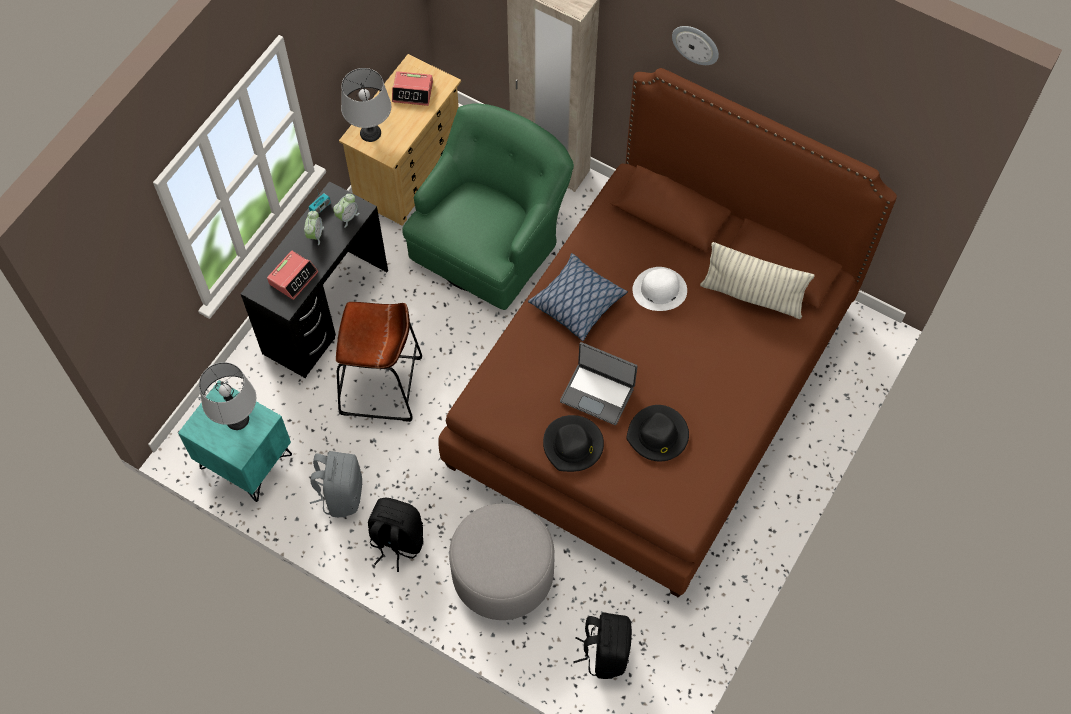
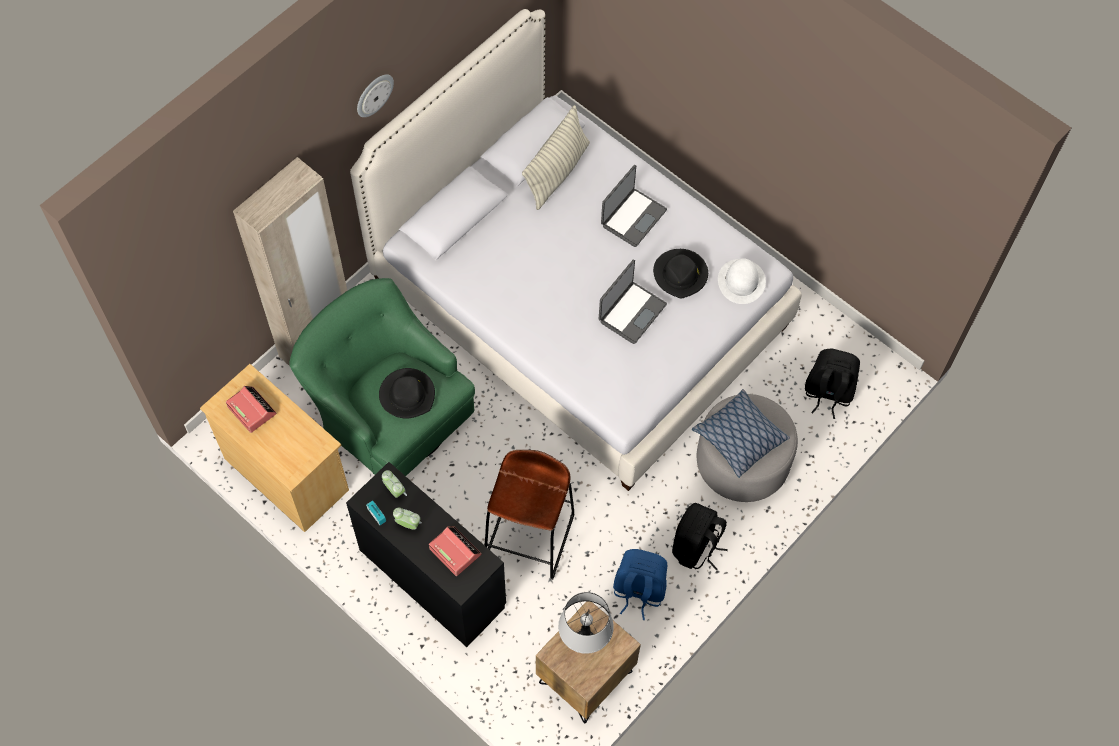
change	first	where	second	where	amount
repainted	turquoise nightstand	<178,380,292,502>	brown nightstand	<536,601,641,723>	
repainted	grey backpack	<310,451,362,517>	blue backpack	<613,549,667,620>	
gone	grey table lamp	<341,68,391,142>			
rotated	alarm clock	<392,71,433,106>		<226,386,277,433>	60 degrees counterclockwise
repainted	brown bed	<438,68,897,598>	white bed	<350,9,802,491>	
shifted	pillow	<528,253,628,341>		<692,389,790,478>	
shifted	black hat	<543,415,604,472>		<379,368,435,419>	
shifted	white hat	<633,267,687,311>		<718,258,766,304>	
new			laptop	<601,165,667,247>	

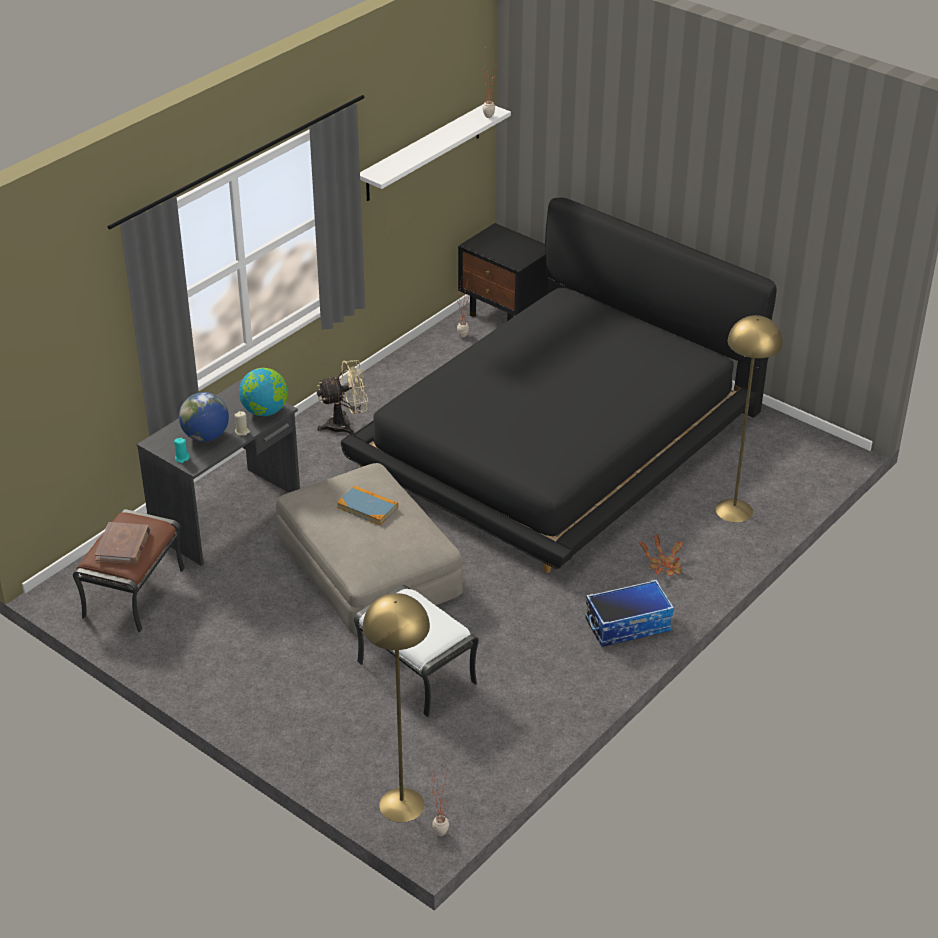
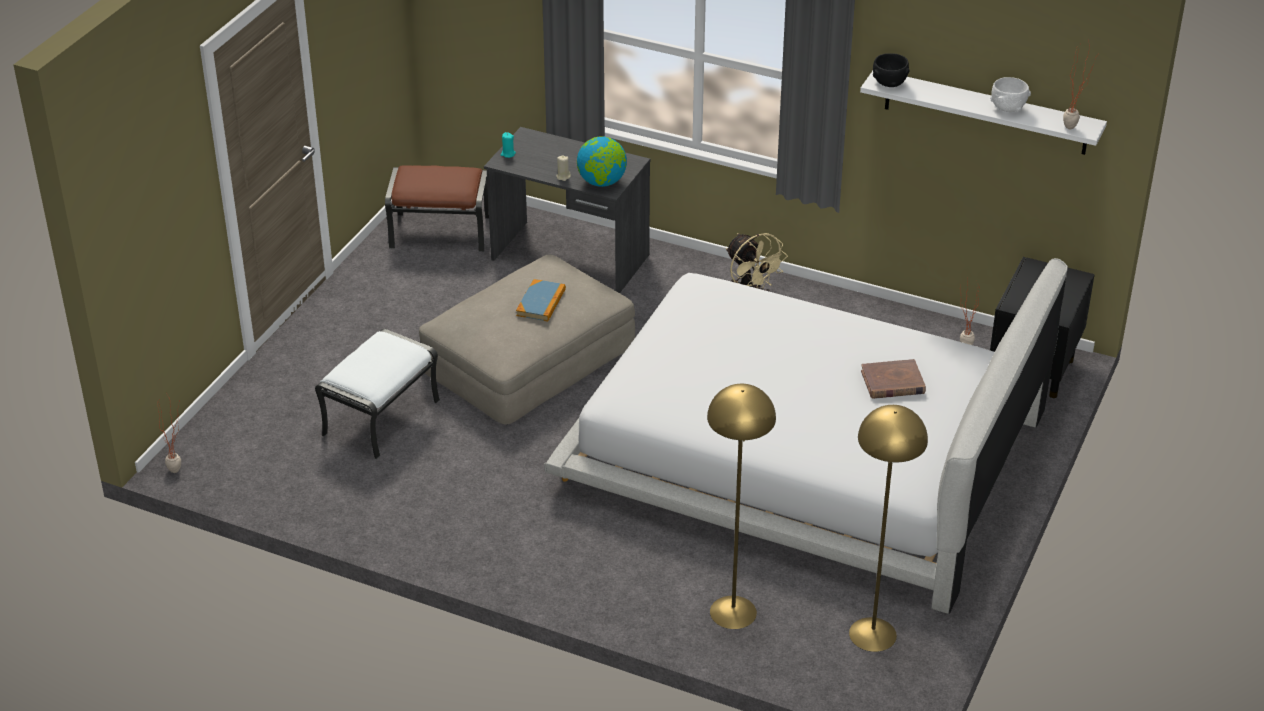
change	first	where	second	where	amount
shifted	brown book	<95,522,150,564>		<861,359,926,399>	
gone	globe	<179,392,229,442>			
repainted	black bed	<341,198,777,573>	white bed	<544,258,1068,613>	
shifted	yellow floor lamp	<363,593,430,822>		<849,405,928,652>	
gone	storage box	<585,579,674,647>			
gone	potted plant	<639,534,683,576>			
new			black bowl	<873,53,910,87>	
new			white bowl	<990,77,1031,112>	

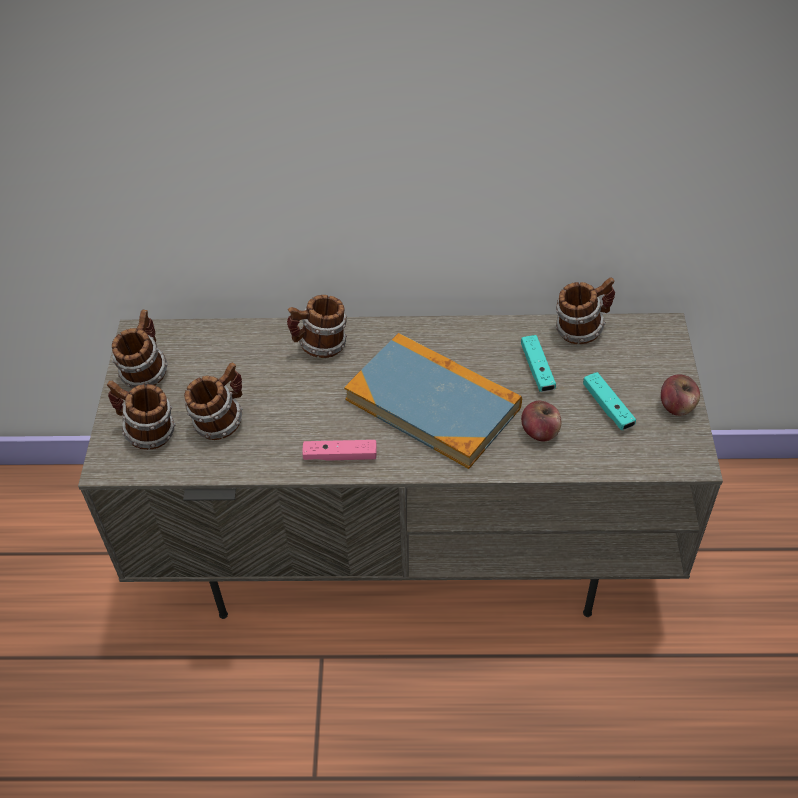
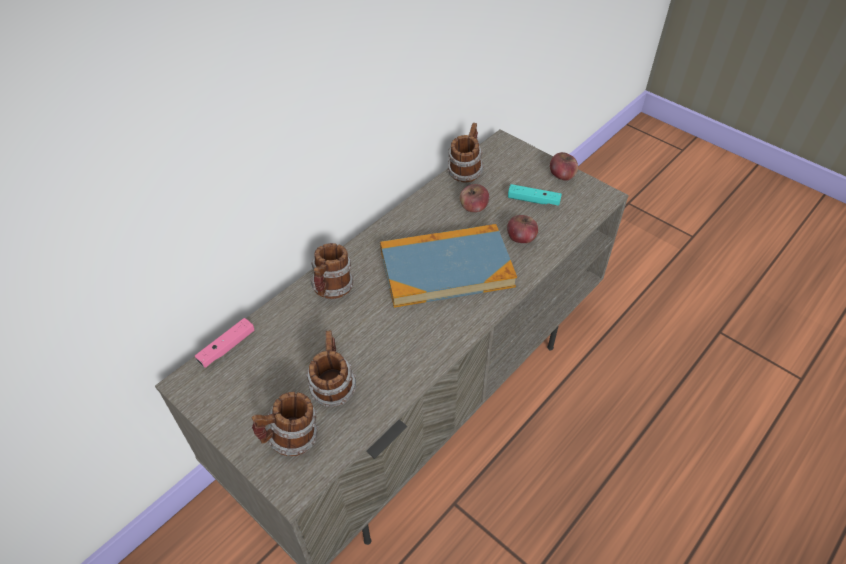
change	first	where	second	where	amount
gone	mug	<112,310,168,388>			
shifted	pink game controller	<302,440,377,461>		<195,318,254,368>	
swapped	turquoise game controller	<521,335,556,392>	apple	<460,184,489,212>	

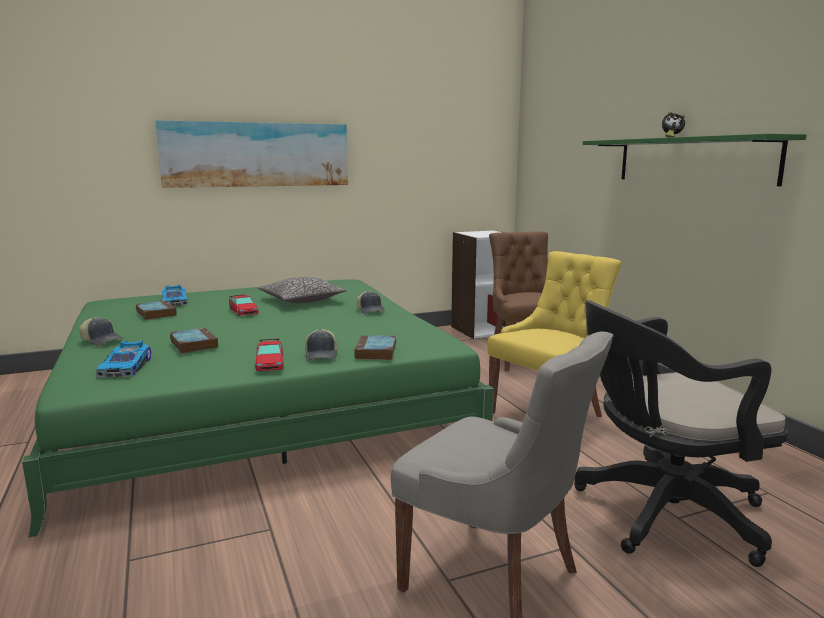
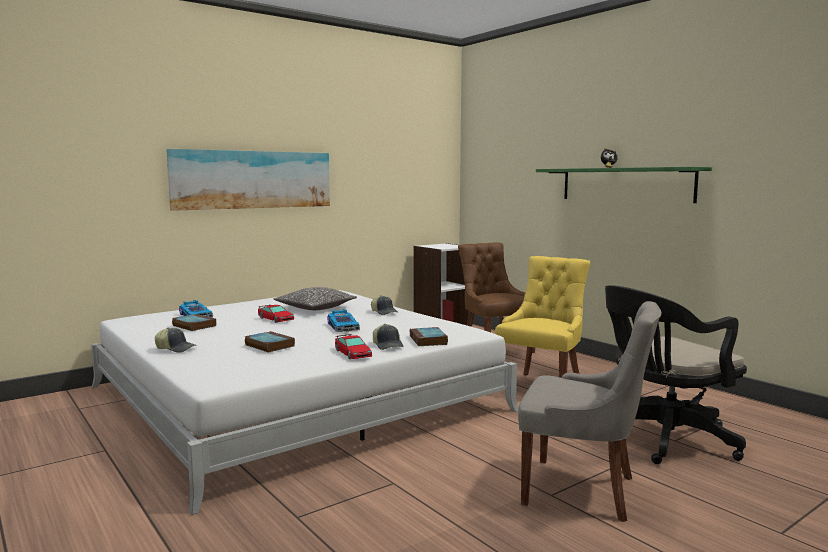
change	first	where	second	where	amount
repainted	green bed	<22,279,494,538>	white bed	<91,290,519,515>	
shifted	toy car	<96,340,151,378>		<327,309,360,332>	

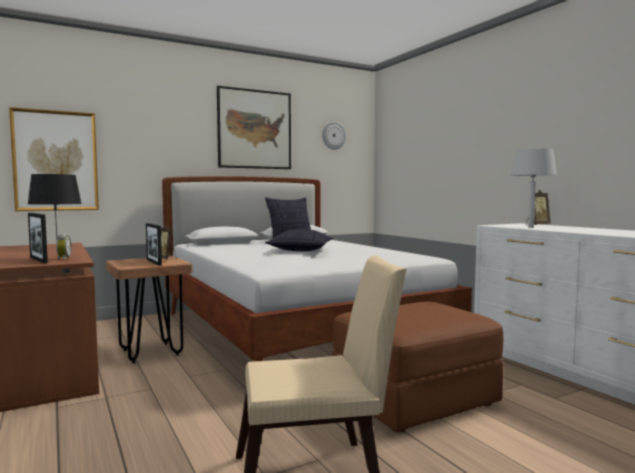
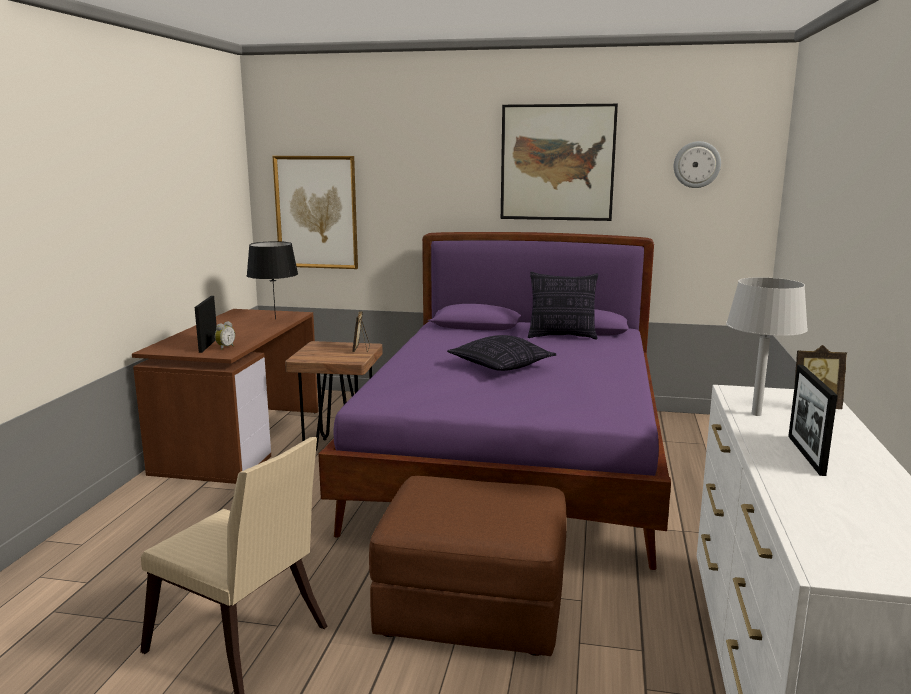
change	first	where	second	where	amount
shifted	picture frame	<146,223,162,265>		<788,365,838,476>	
repainted	white bed	<162,176,472,361>	purple bed	<318,232,671,570>	

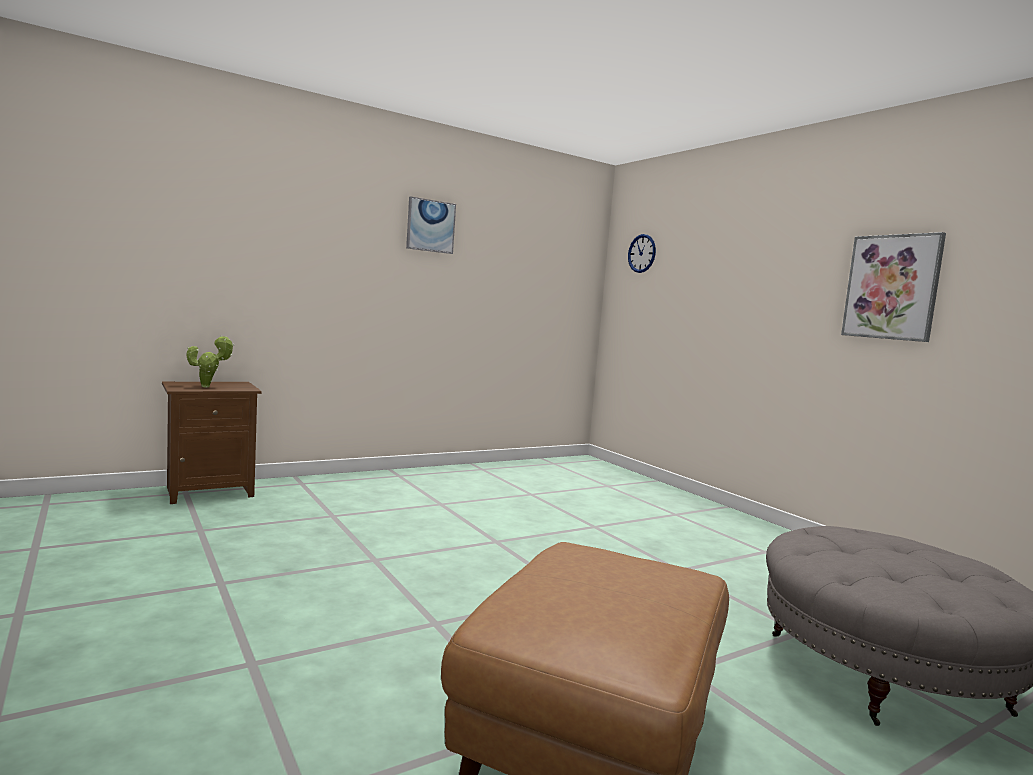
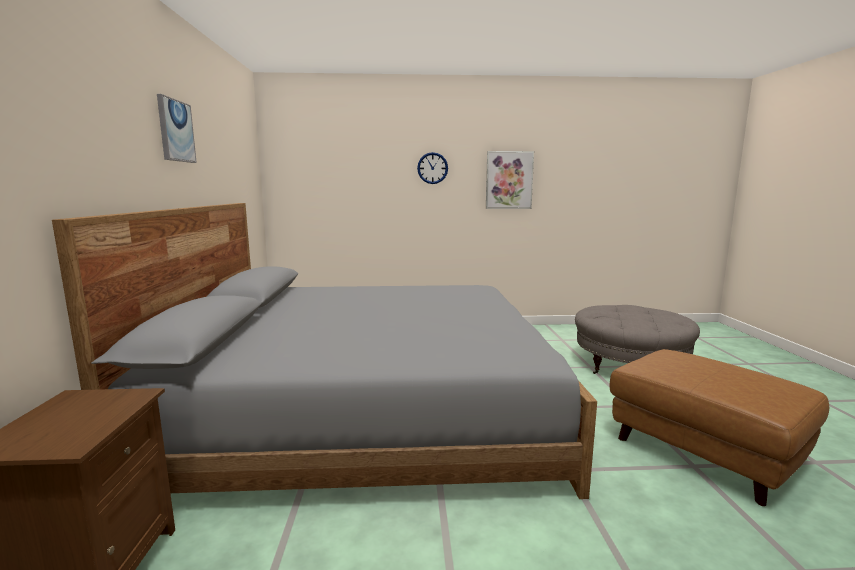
change	first	where	second	where	amount
gone	potted plant	<187,335,234,387>			
shifted	wall clock	<628,234,656,273>		<417,152,448,184>	
new			grey bed	<52,203,597,499>	

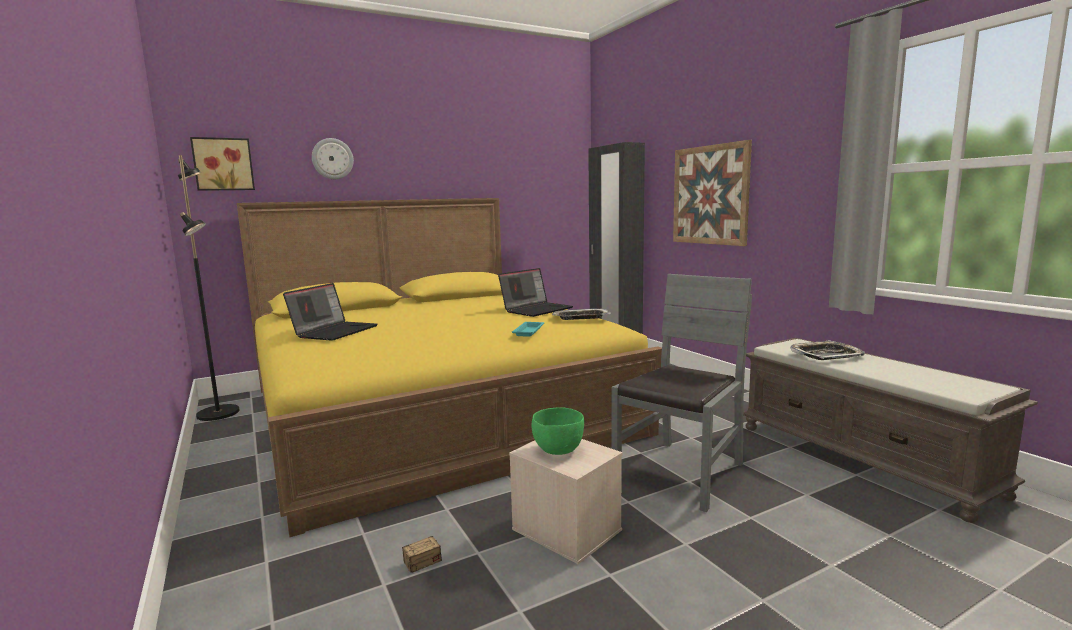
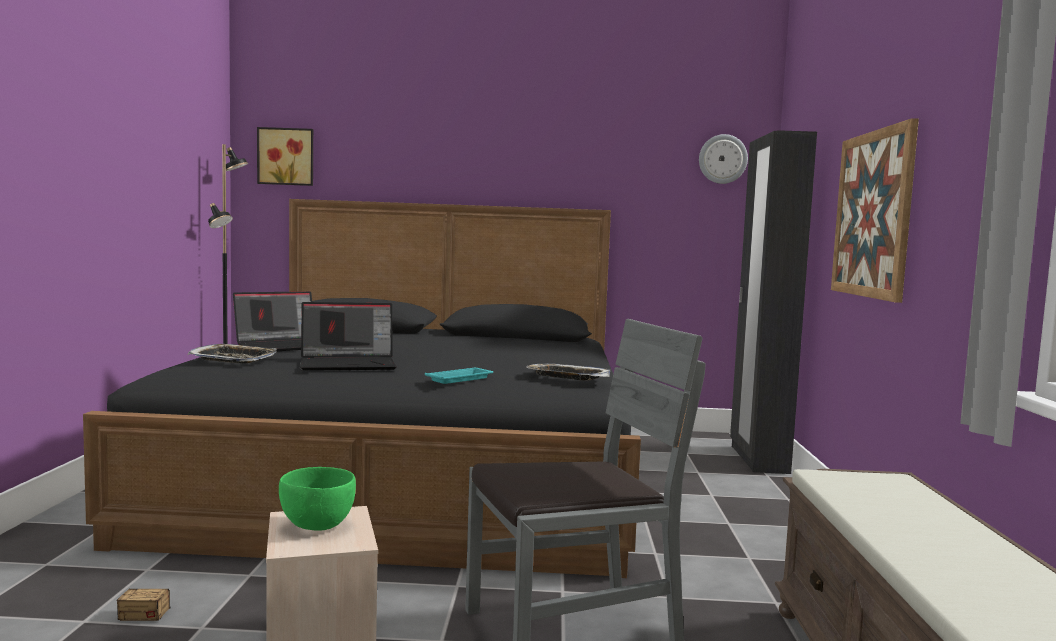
change	first	where	second	where	amount
repainted	yellow bed	<237,198,662,537>	black bed	<83,199,641,578>	
shifted	wall clock	<312,138,354,179>		<699,134,748,184>	
shifted	laptop	<498,268,573,317>		<300,302,397,371>	
shifted	tray	<790,340,865,360>		<187,344,276,364>	

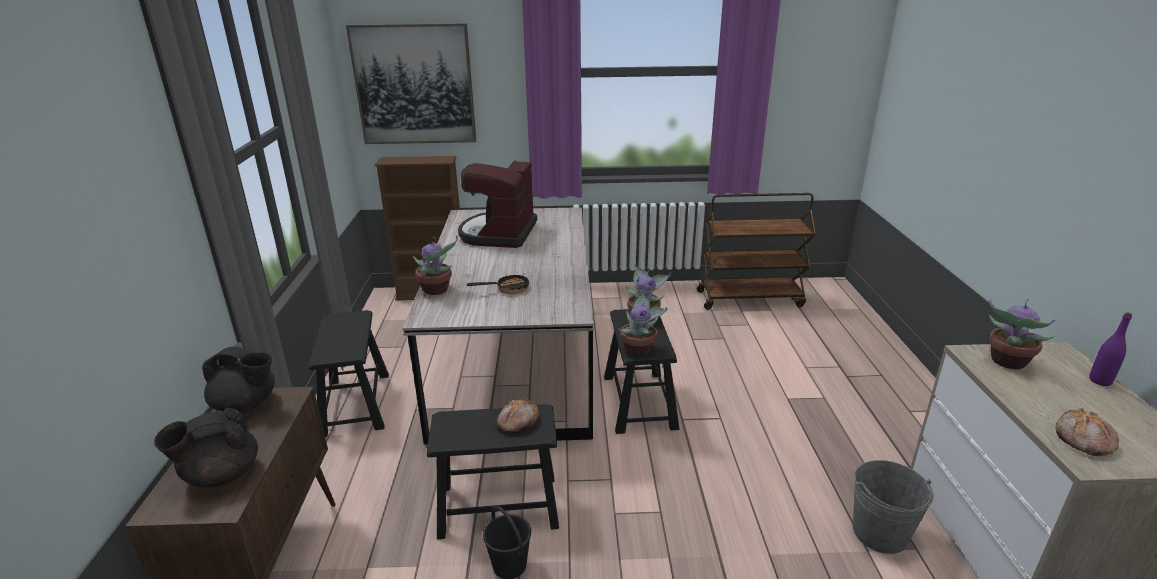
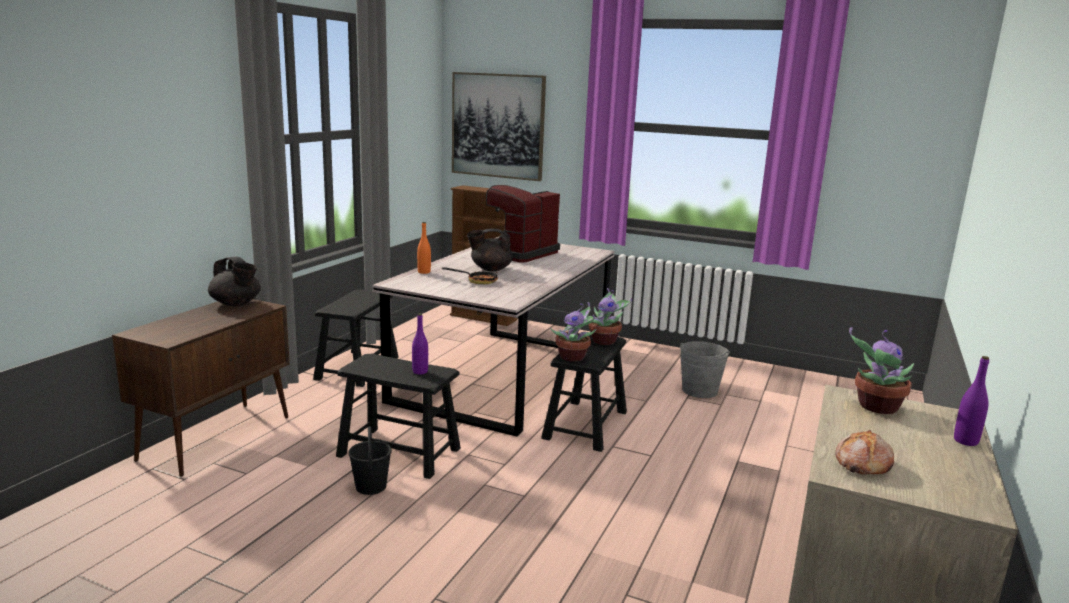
change	first	where	second	where	amount
shifted	black teapot	<154,408,258,487>		<467,228,513,271>	
swapped	potted plant	<413,235,458,295>	orange bottle	<417,222,431,274>	
swapped	bread	<497,399,539,432>	purple bottle	<412,313,428,374>	
gone	brown cart	<697,193,816,310>			
shifted	grey bucket	<853,460,933,554>		<680,341,730,398>	

